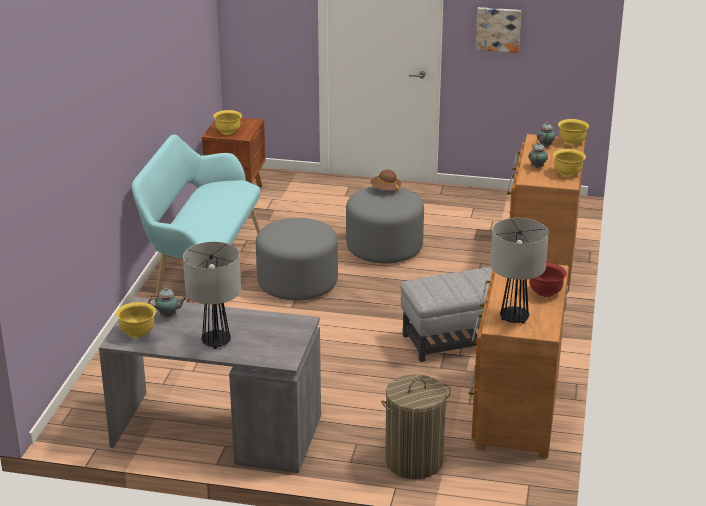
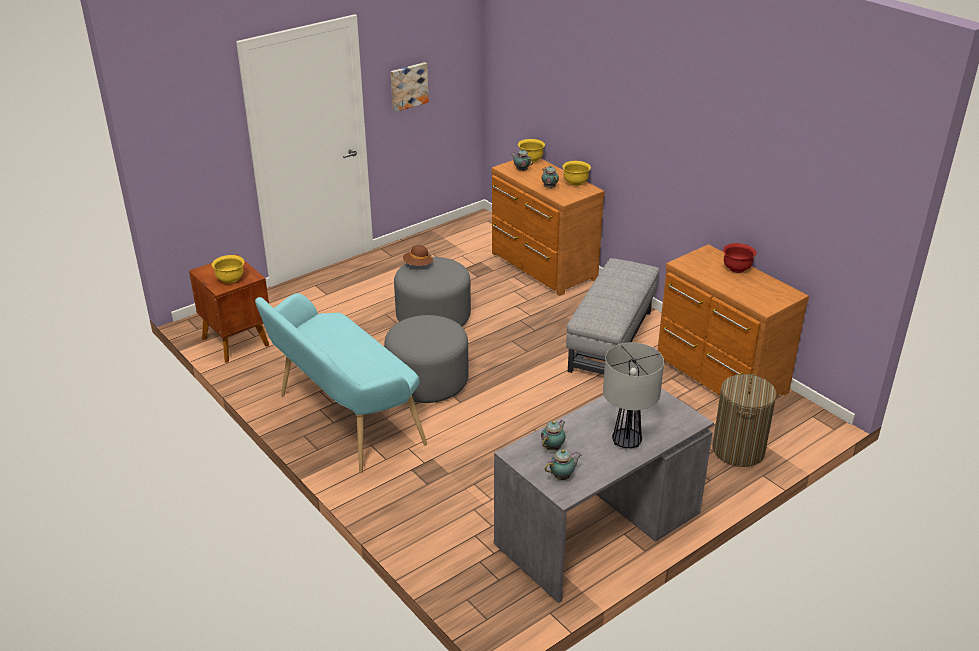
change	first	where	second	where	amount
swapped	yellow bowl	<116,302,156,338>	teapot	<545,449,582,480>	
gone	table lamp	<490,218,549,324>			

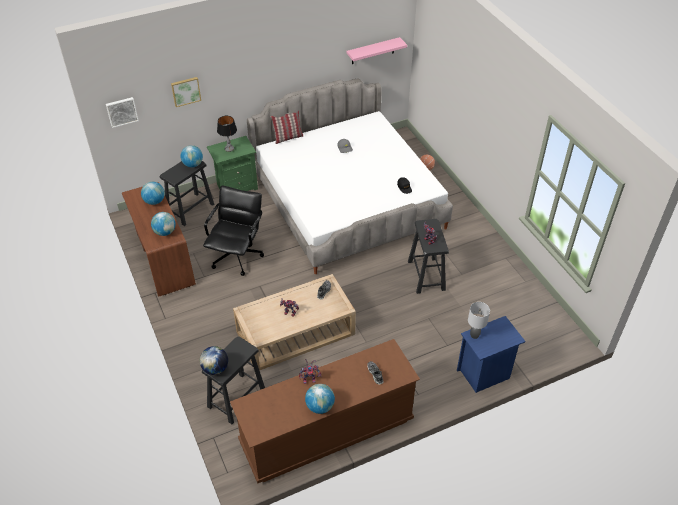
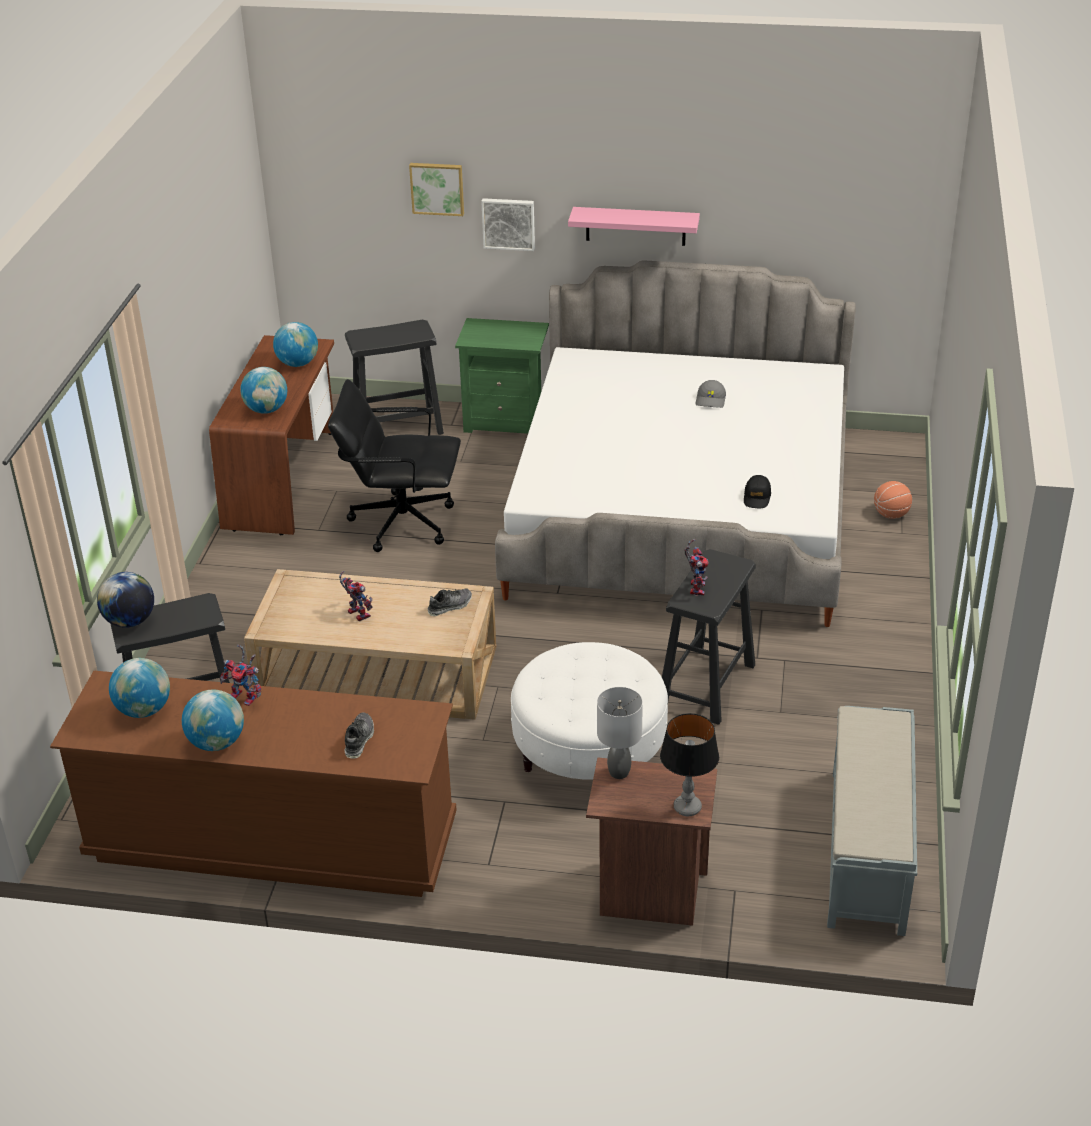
change	first	where	second	where	amount
shifted	picture	<106,97,139,128>		<481,198,535,251>	
shifted	globe	<180,145,203,168>		<109,658,170,718>	
rotated	black office chair	<203,185,264,276>		<328,379,461,552>	135 degrees counterclockwise
shifted	table lamp	<217,116,237,152>		<660,713,719,816>	
gone	pillow	<271,111,303,144>			
shifted	pink shelf	<346,37,407,64>		<568,207,700,246>	
repainted	blue nightstand	<457,316,526,393>	brown nightstand	<586,758,717,926>	
new			white ottoman	<511,642,668,780>	
new			grey bench	<827,706,917,936>	

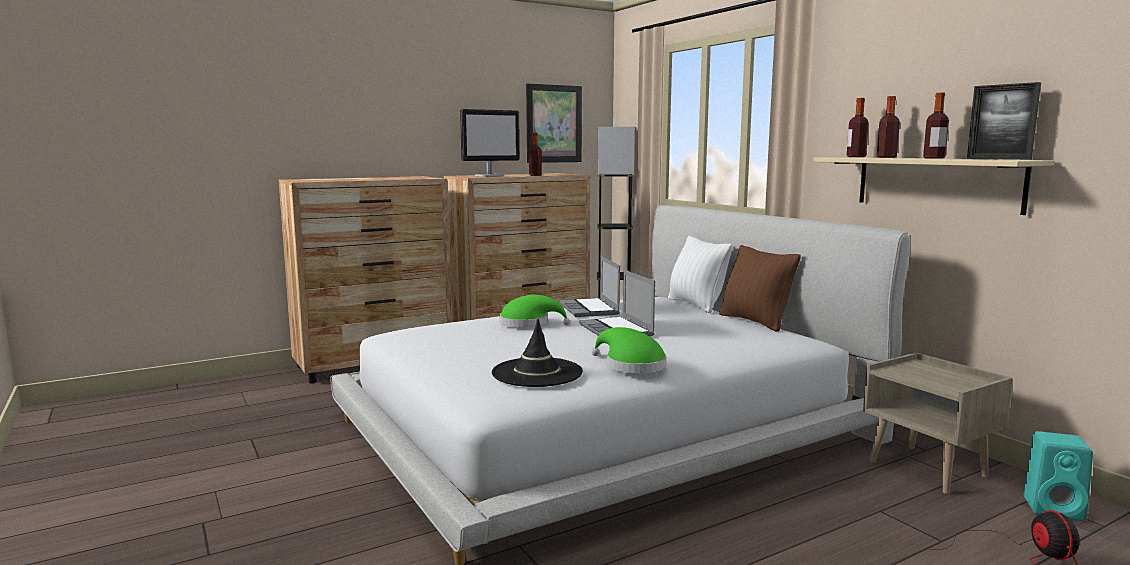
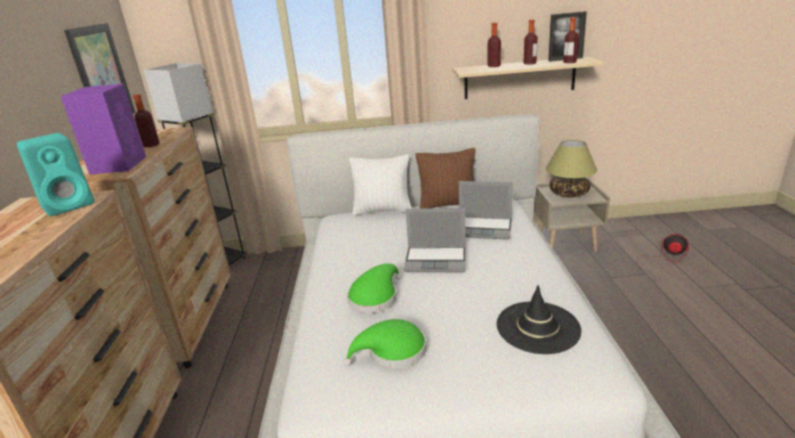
change	first	where	second	where	amount
swapped	monitor	<460,109,520,177>	purple speaker	<61,84,146,175>	
shifted	laptop	<560,256,620,317>		<459,181,513,240>	
shifted	green hat	<591,327,667,373>		<343,319,426,368>	
shifted	bottle	<847,98,869,157>		<563,17,579,63>	
shifted	turquoise speaker	<1024,431,1093,521>		<17,133,94,216>	
new			table lamp	<546,140,597,197>	

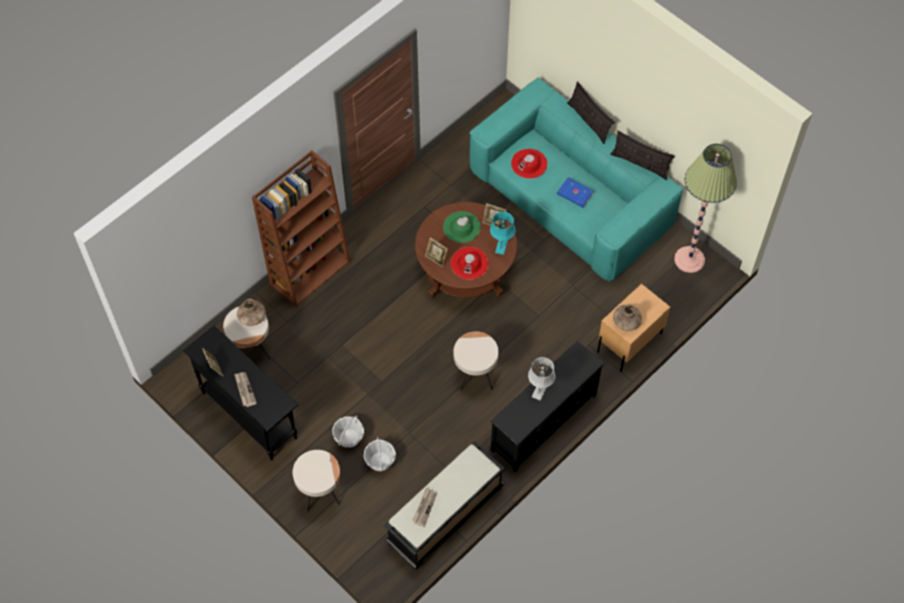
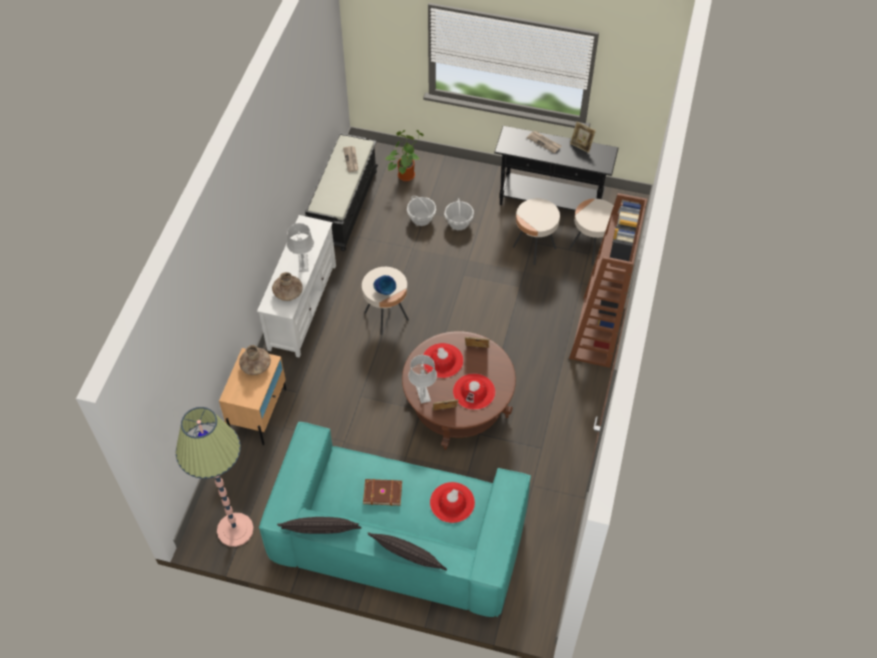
change	first	where	second	where	amount
shifted	brown vase	<237,299,266,326>		<272,272,303,301>	
shifted	beige side table	<293,450,340,512>		<513,198,560,265>	
repainted	green hat	<443,211,481,243>	red hat	<453,373,496,410>	
repainted	turquoise table lamp	<490,212,515,255>	grey table lamp	<408,355,437,404>	
repainted	black tv stand	<491,341,604,473>	white tv stand	<257,215,336,358>	
repainted	blue book	<557,178,594,208>	brown book	<363,479,402,506>	
new			blue vase	<373,275,396,295>	
new			potted plant	<386,130,424,181>	

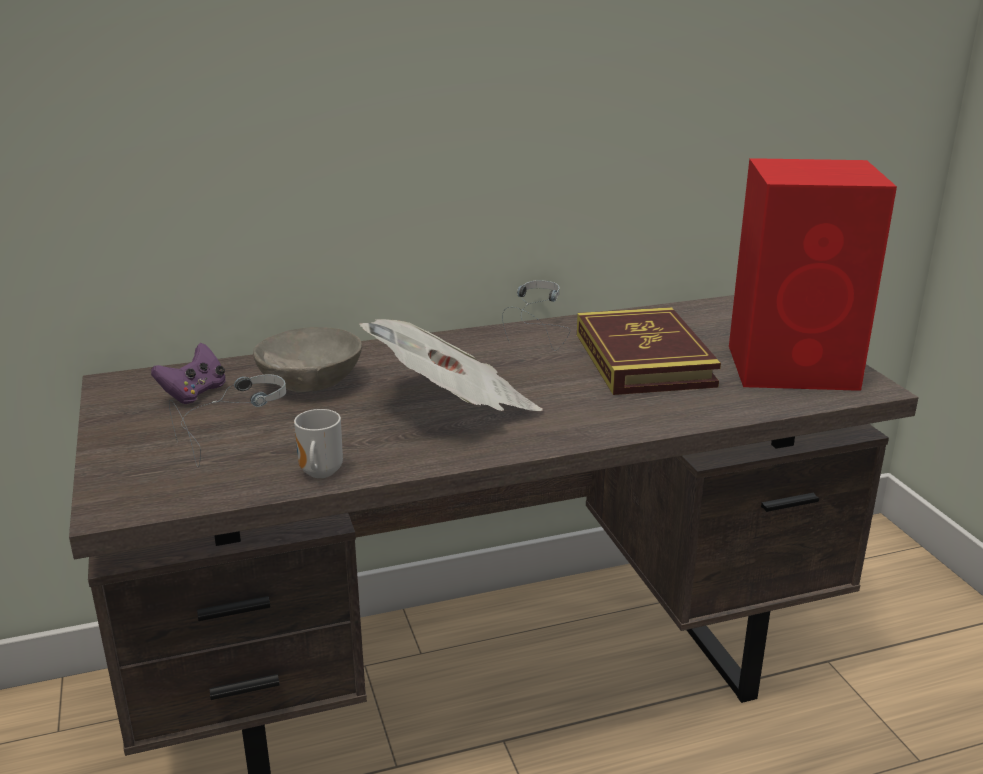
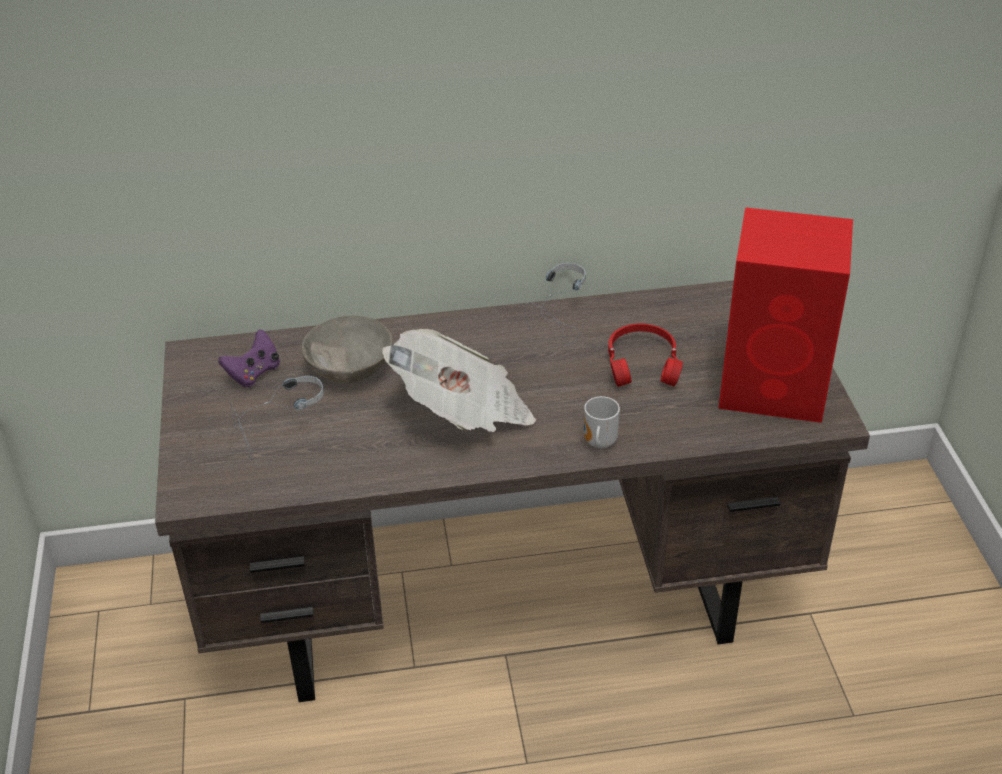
change	first	where	second	where	amount
shifted	mug	<294,409,343,478>		<584,396,620,448>	
swapped	book	<577,307,721,395>	red headphones	<608,324,683,387>	

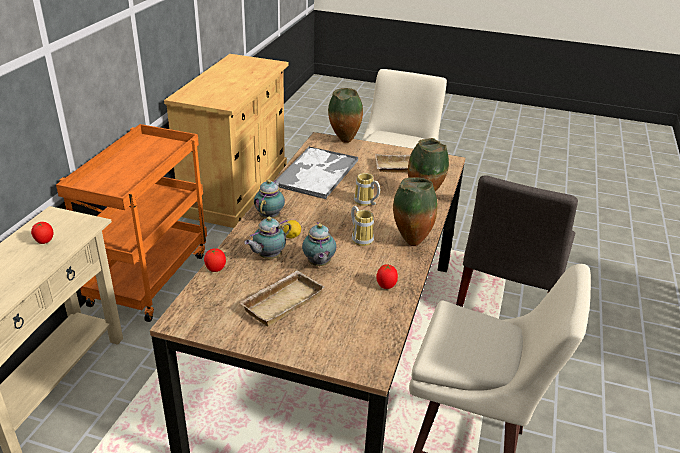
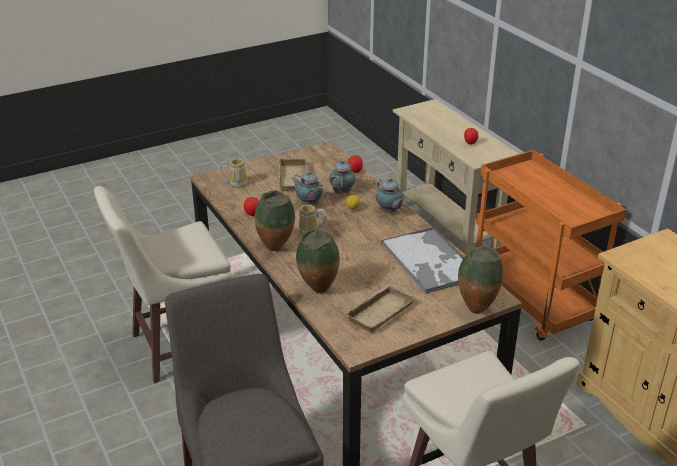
change	first	where	second	where	amount
shifted	mug	<354,173,380,206>		<220,159,248,188>	

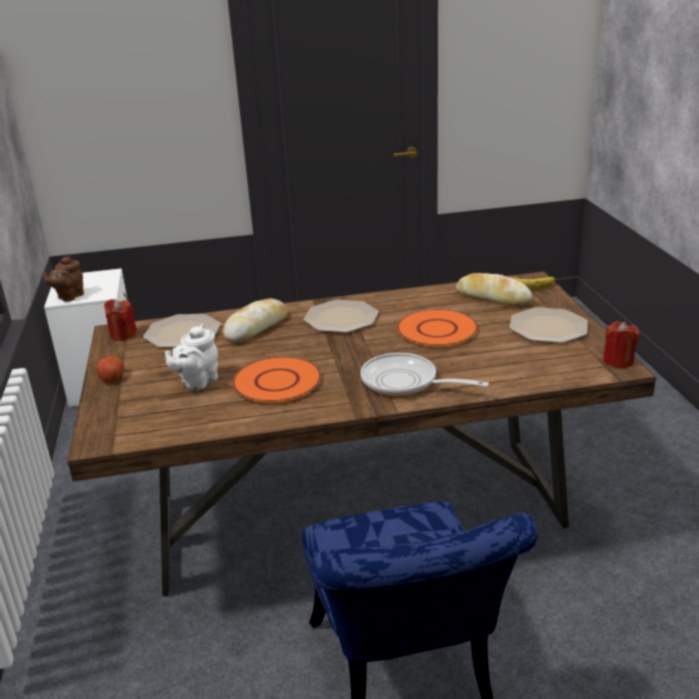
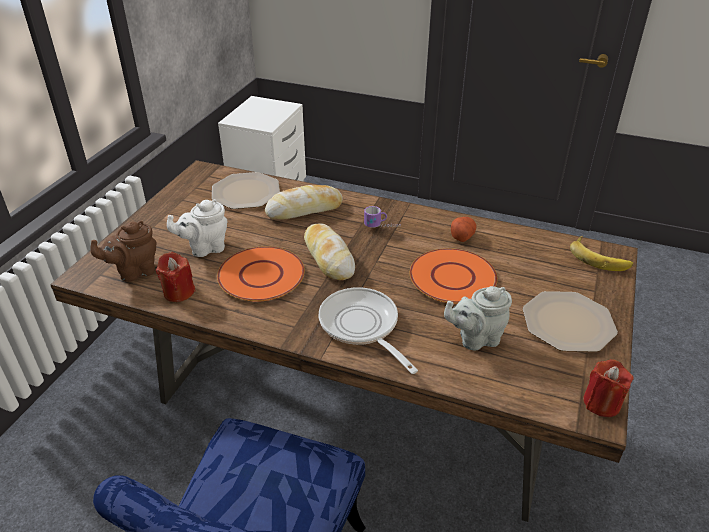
change	first	where	second	where	amount
shifted	brown teapot	<43,255,84,302>		<90,221,157,282>	
shifted	potato	<96,356,124,382>		<451,217,476,242>	
shifted	red candle	<104,299,137,341>		<156,252,196,302>	
swapped	plate	<304,300,379,333>	mug	<364,206,401,228>	
shifted	bread	<456,273,533,306>		<304,223,355,281>	
new			grey teapot	<444,286,512,350>	

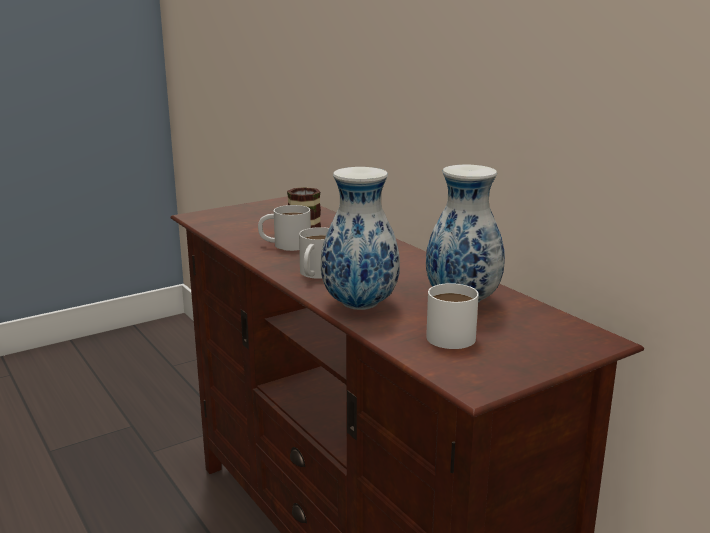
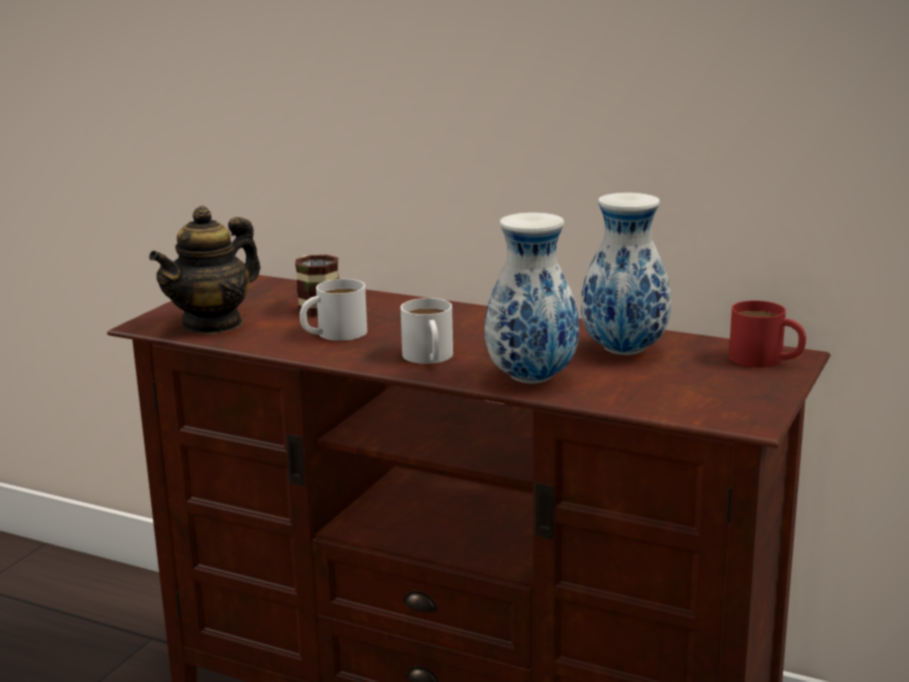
change	first	where	second	where	amount
gone	white mug	<426,283,479,349>			
new			teapot	<149,206,261,335>	
new			red mug	<729,300,806,368>	

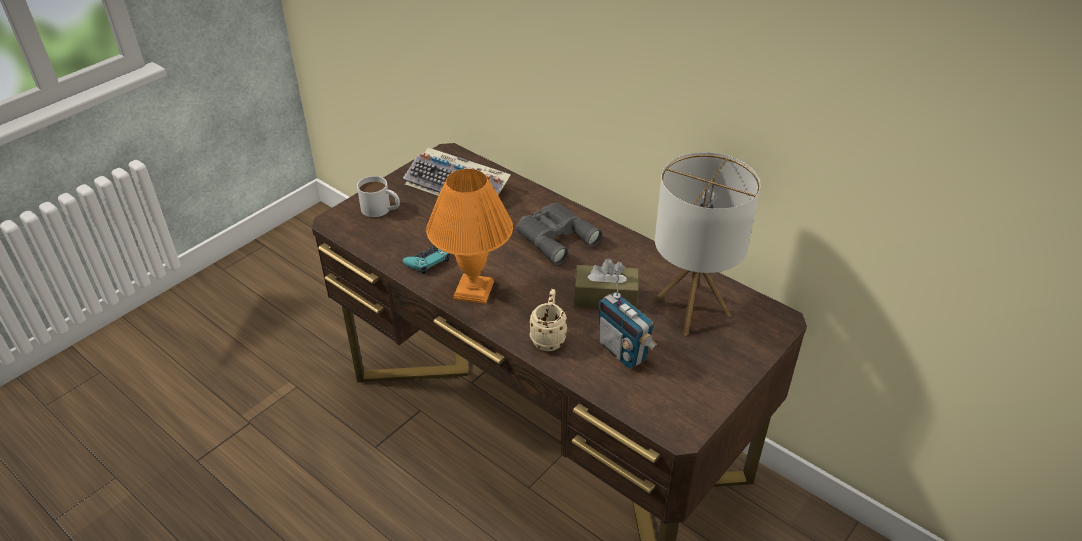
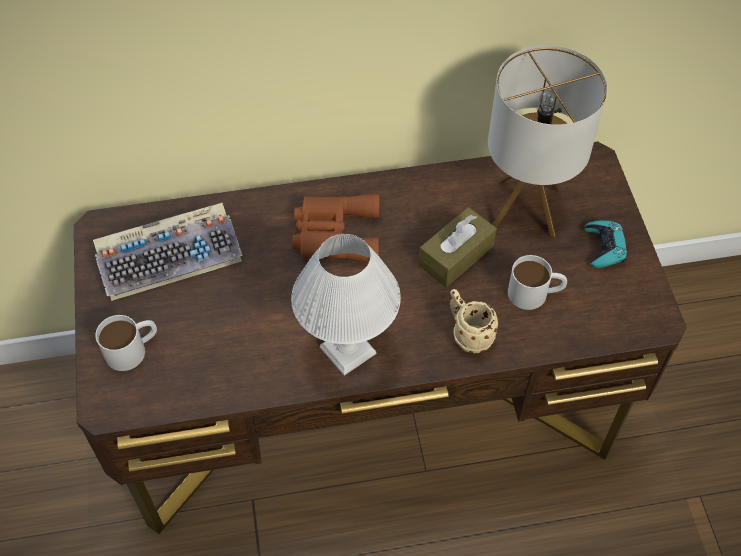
change	first	where	second	where	amount
shifted	turquoise game controller	<403,245,450,274>		<584,221,628,268>	
repainted	orange table lamp	<426,169,513,304>	white table lamp	<291,234,401,376>	
repainted	grey binoculars	<516,203,603,265>	brown binoculars	<292,194,379,262>	
swapped	radio	<599,270,657,369>	white mug	<508,255,567,310>	

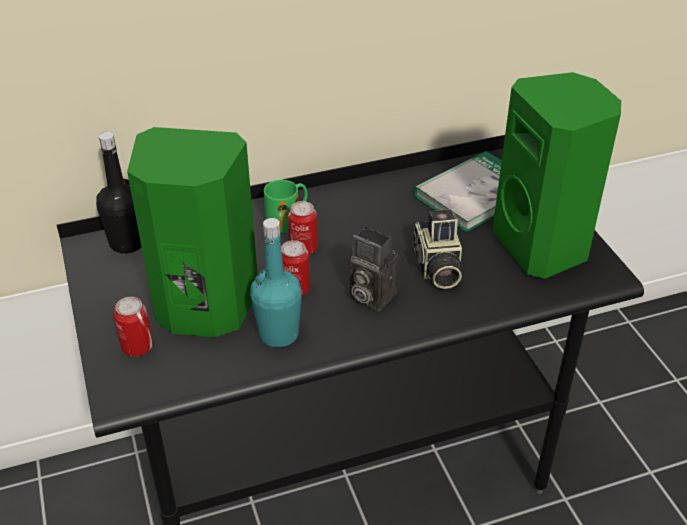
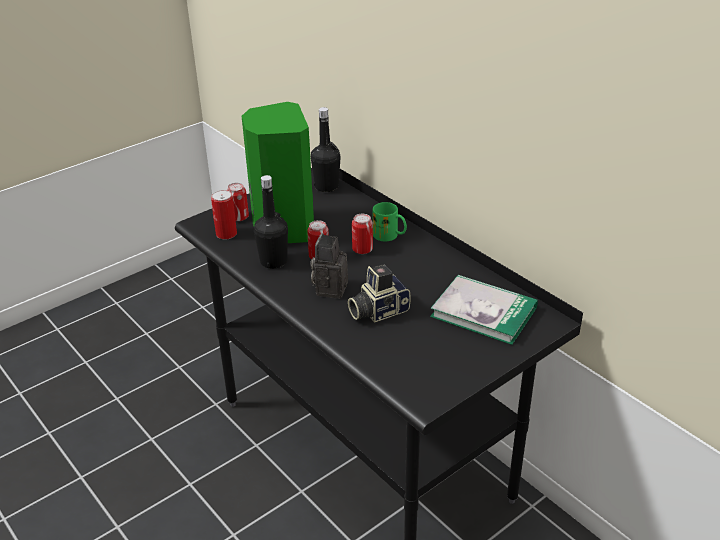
change	first	where	second	where	amount
repainted	turquoise bottle	<250,218,302,347>	black bottle	<254,175,288,269>	
gone	green speaker	<492,72,621,279>			
new			can	<211,190,237,239>	

